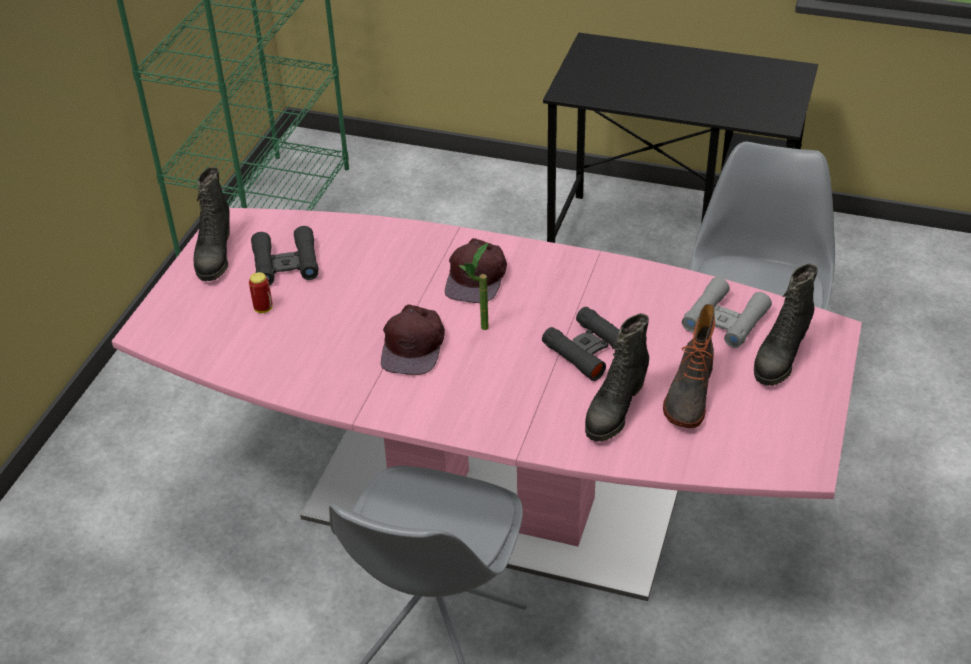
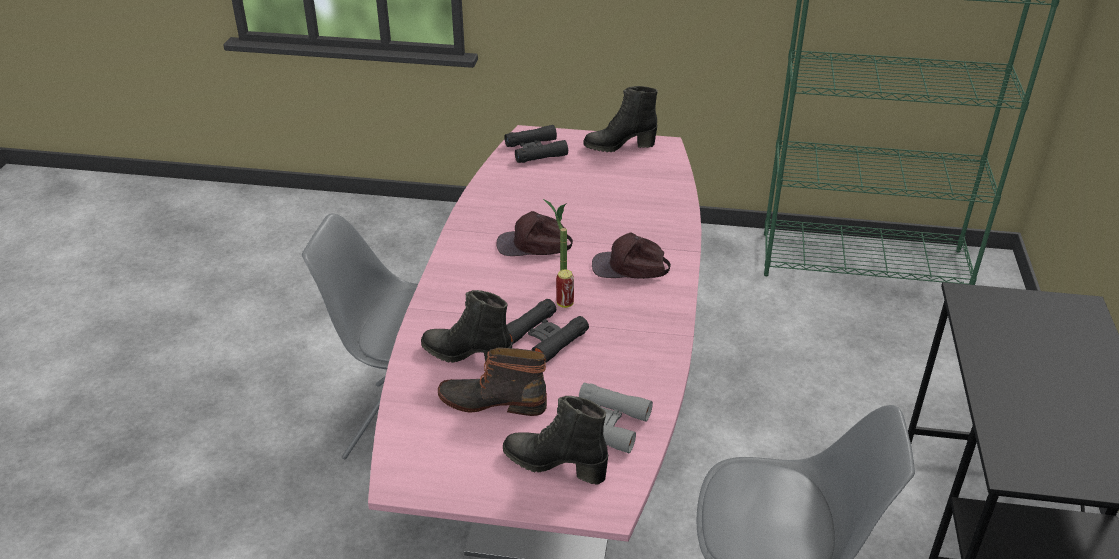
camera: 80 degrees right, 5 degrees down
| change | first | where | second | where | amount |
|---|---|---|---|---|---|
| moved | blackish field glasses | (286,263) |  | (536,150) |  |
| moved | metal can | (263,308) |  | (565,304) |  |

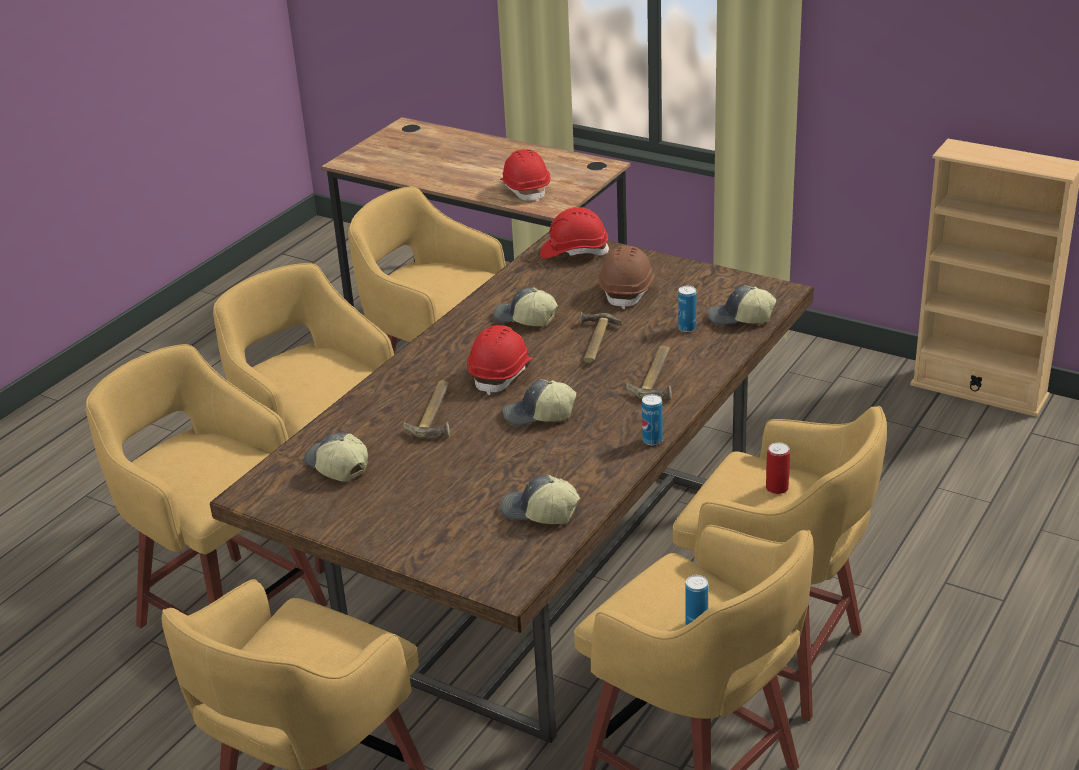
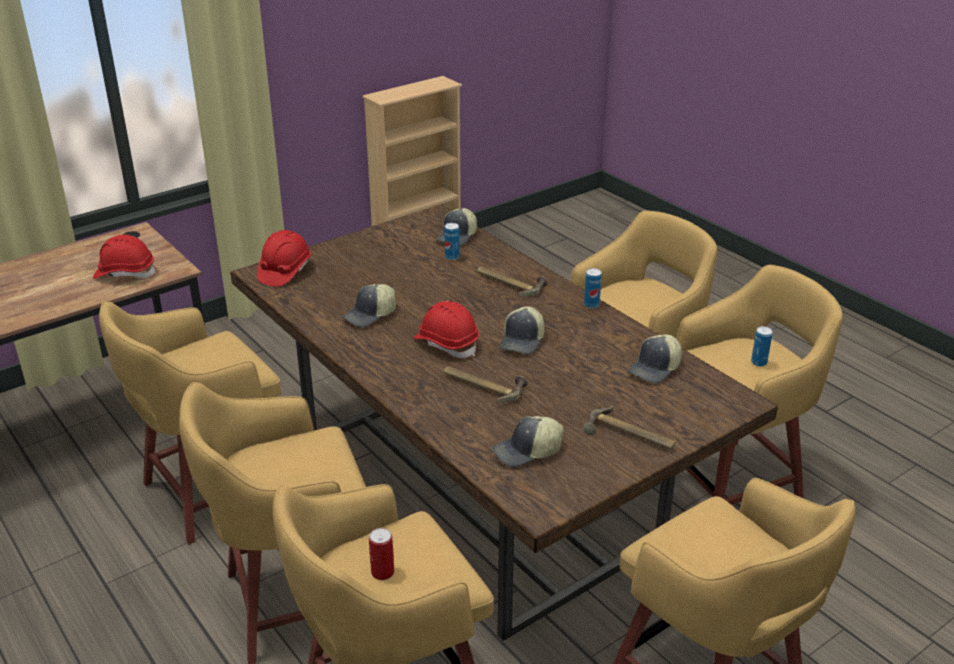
camera: 70 degrees left, 0 degrees up
| change | first | where | second | where | amount |
|---|---|---|---|---|---|
| removed | brown work helmet | (627,291) |  |  |  |
| moved | tool hammer | (593,342) |  | (629,436) |  |
| moved | metal can | (777,488) |  | (382,572) |  |

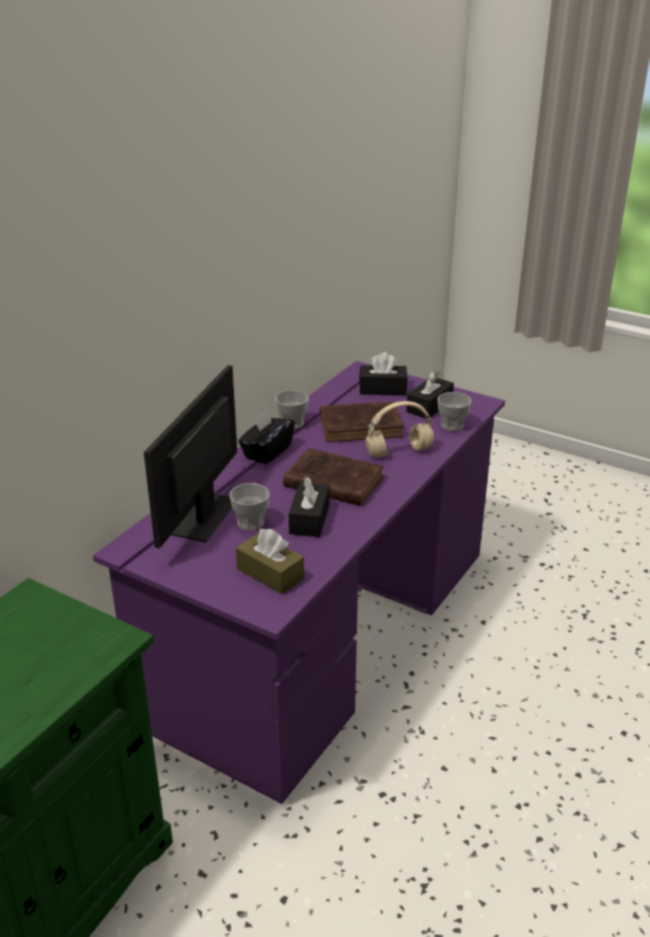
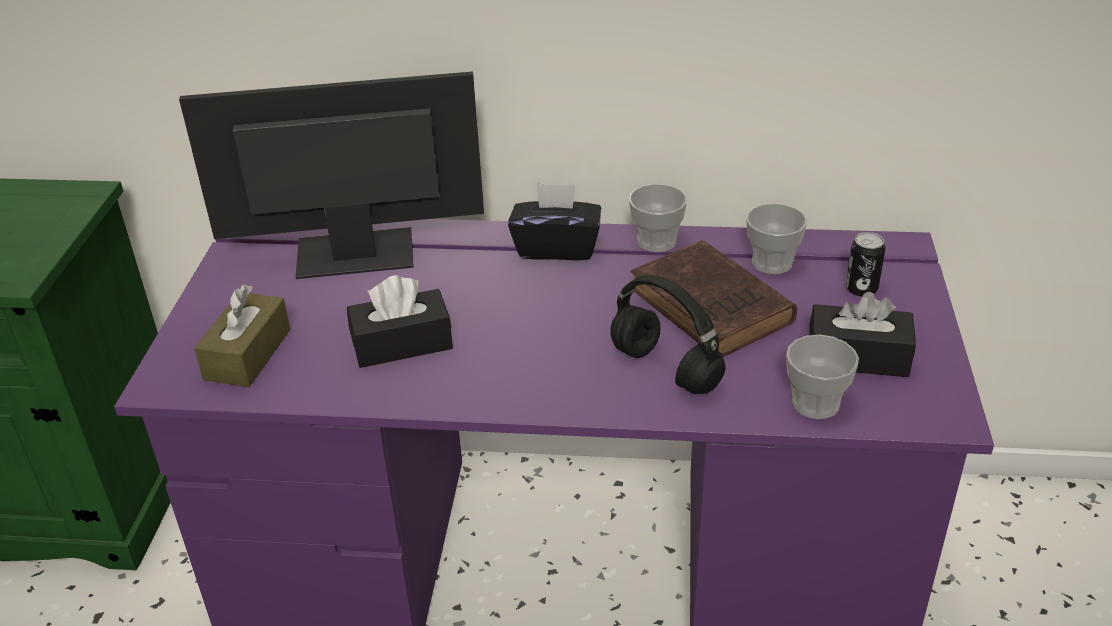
camera: 65 degrees right, 5 degrees up
| change | first | where | second | where | amount |
|---|---|---|---|---|---|
| replaced | blackish tissue box | (382,389) | metal can | (861,288) |  |
| recoloured | beige pair of headphones | (399,451) | blackish pair of headphones | (668,369) |  |
| removed | brown book | (331,482) |  |  |  |
| moved | drinking cup | (251,522) |  | (772,263) |  |

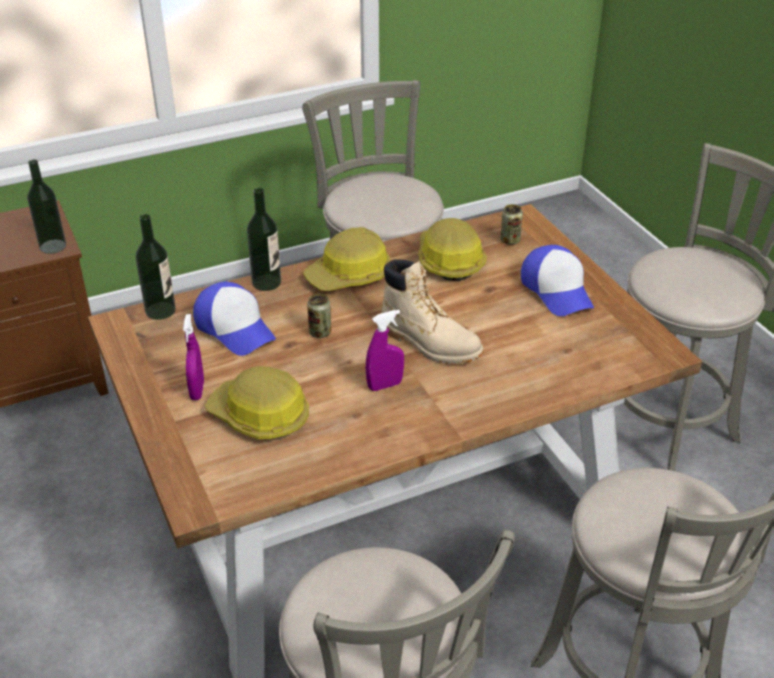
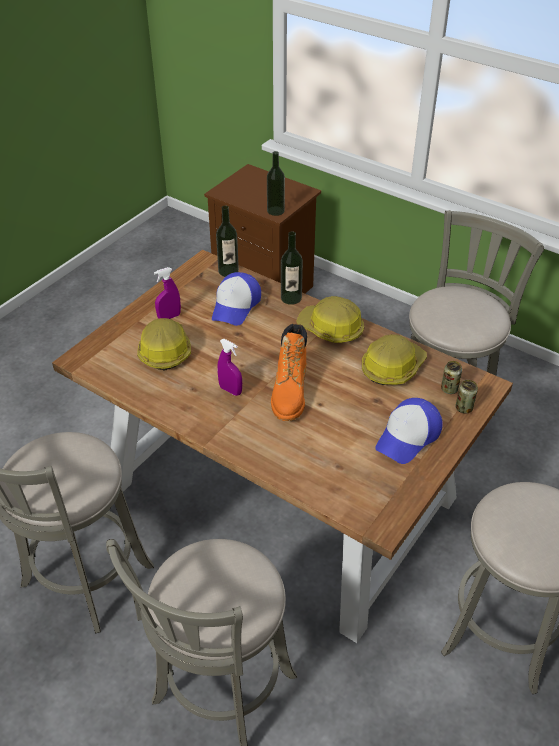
camera: 60 degrees right, 5 degrees up
| change | first | where | second | where | amount |
|---|---|---|---|---|---|
| recoloured | beige boot | (429,343) | orange boot | (290,394) |  |
| moved | metal can | (320,332) |  | (464,408) |  |

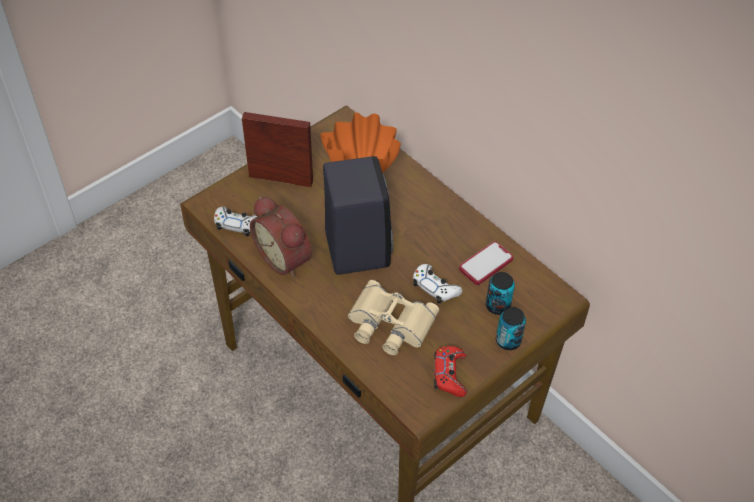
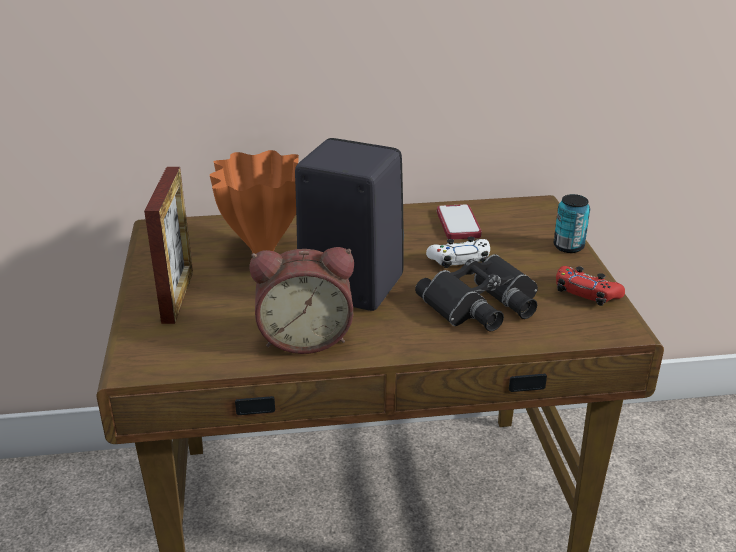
camera: 55 degrees left, 20 degrees down
| change | first | where | second | where | amount |
|---|---|---|---|---|---|
| turned | standing frame | (281,179) |  | (178,296) | 135 degrees clockwise |
| removed | white-coloured game controller | (237,224) |  |  |  |
| removed | metal can | (497,306) |  |  |  |
| recoloured | beige field glasses | (389,324) | blackish field glasses | (483,304) |  |

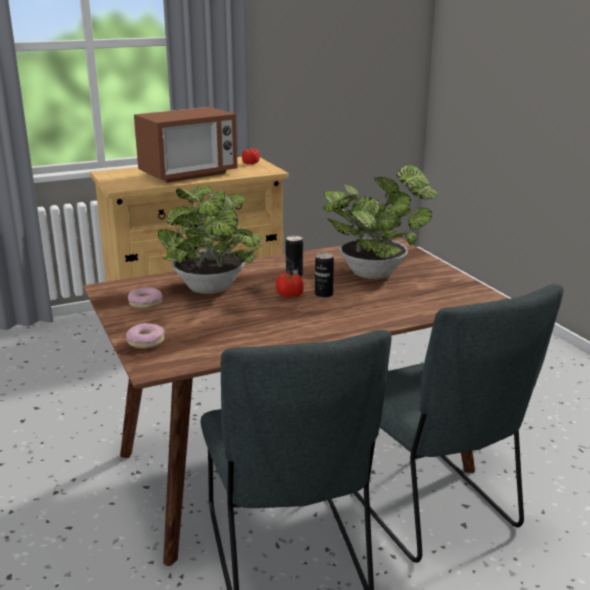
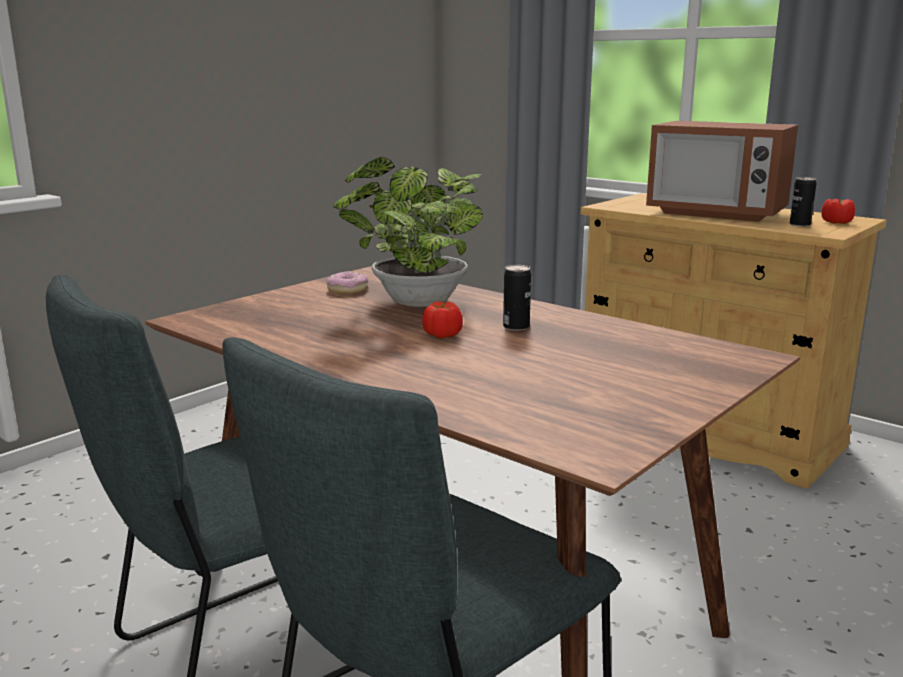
camera: 65 degrees right, 5 degrees down
| change | first | where | second | where | amount |
|---|---|---|---|---|---|
| removed | potted plant | (376,273) |  |  |  |
| moved | metal can | (323,294) |  | (800,224) |  |
| removed | ring doughnut | (146,342) |  |  |  |

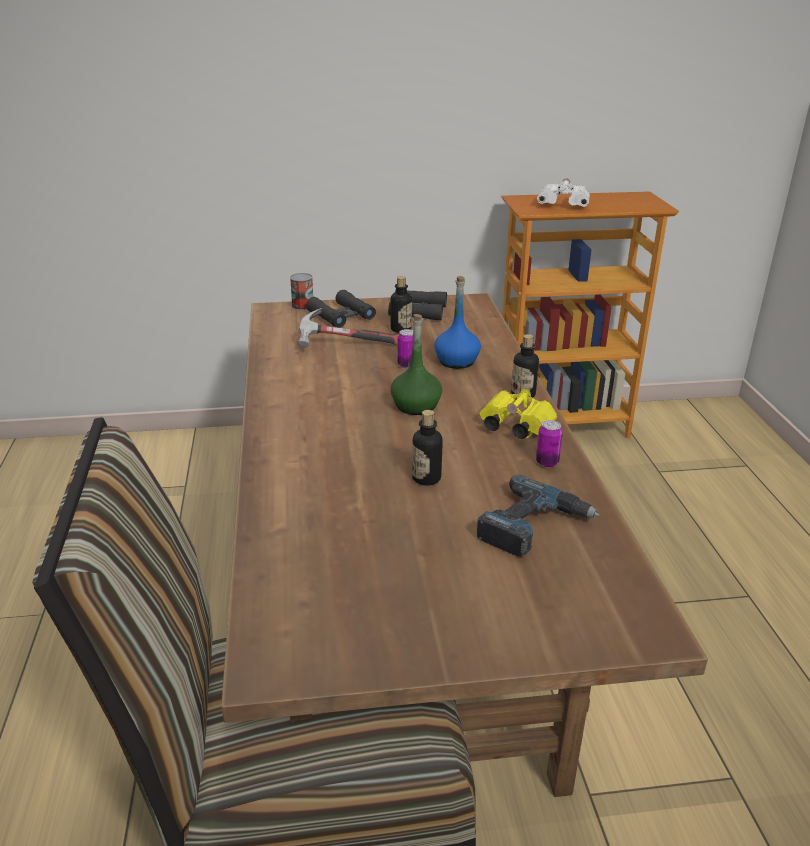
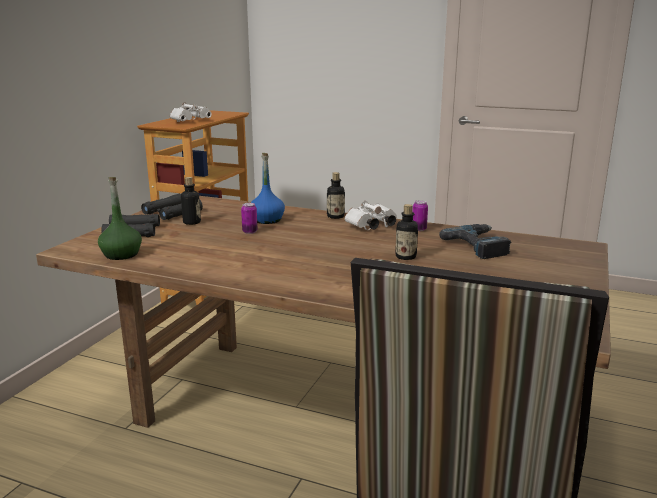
camera: 60 degrees left, 10 degrees down
| change | first | where | second | where | amount |
|---|---|---|---|---|---|
| removed | metal can | (303,306) |  |  |  |
| removed | tool hammer | (348,345) |  |  |  |
| moved | green beverage bottle | (416,406) |  | (121,254) |  |
| recoloured | yellowish field glasses | (513,427) | white-coloured field glasses | (370,226) |  |

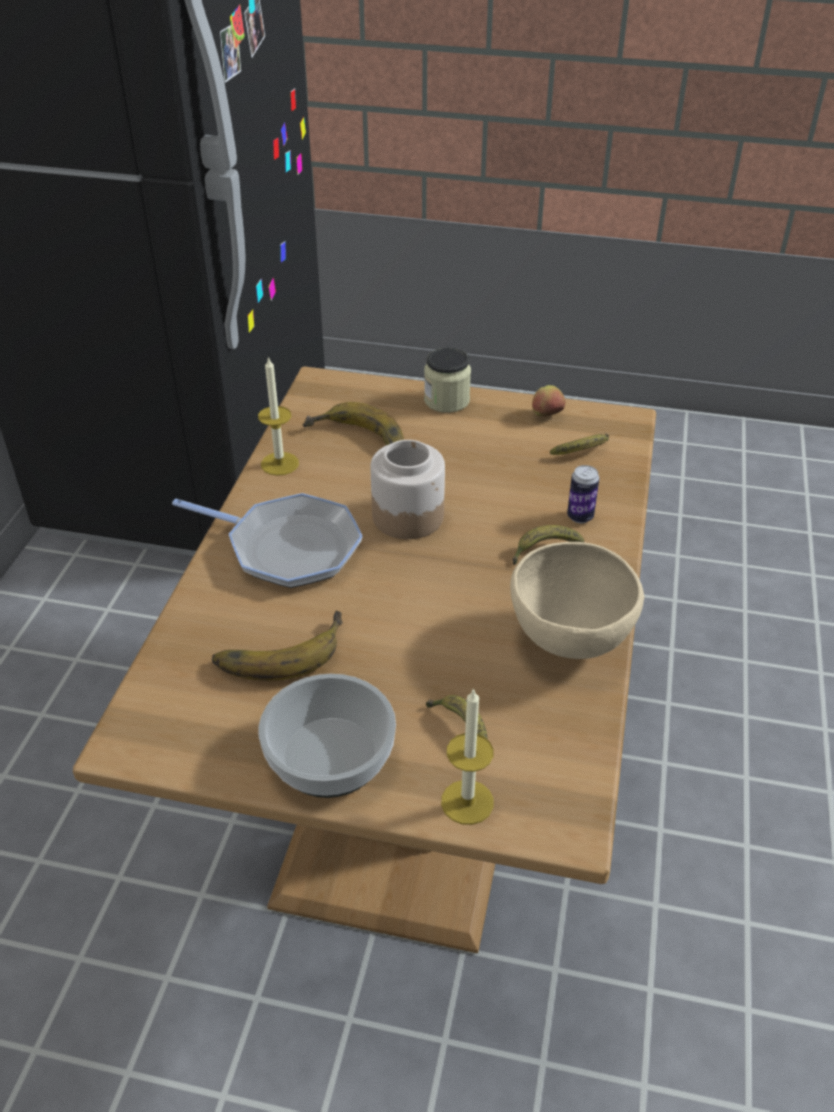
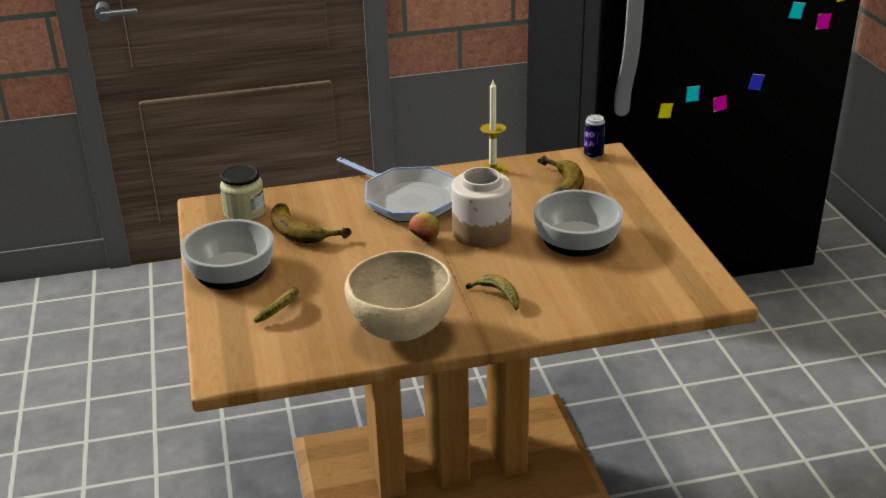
camera: 65 degrees right, 10 degrees down
| change | first | where | second | where | amount |
|---|---|---|---|---|---|
| moved | preserve jar | (446,400) |  | (244,212) |  |
| moved | apple | (547,416) |  | (425,240) |  |
| removed | whole banana | (583,452) |  |  |  |
| moved | metal can | (580,517) |  | (593,155) |  |
| turned | skillet | (288,547) |  | (407,200) | 45 degrees counterclockwise |
| removed | candle | (467,802) |  |  |  |
| added |  |  | deep dish | (577,239) |  |

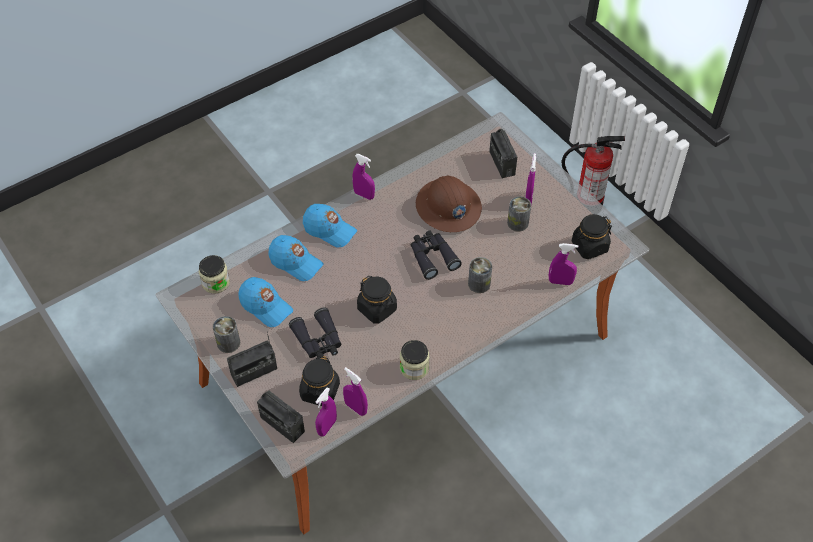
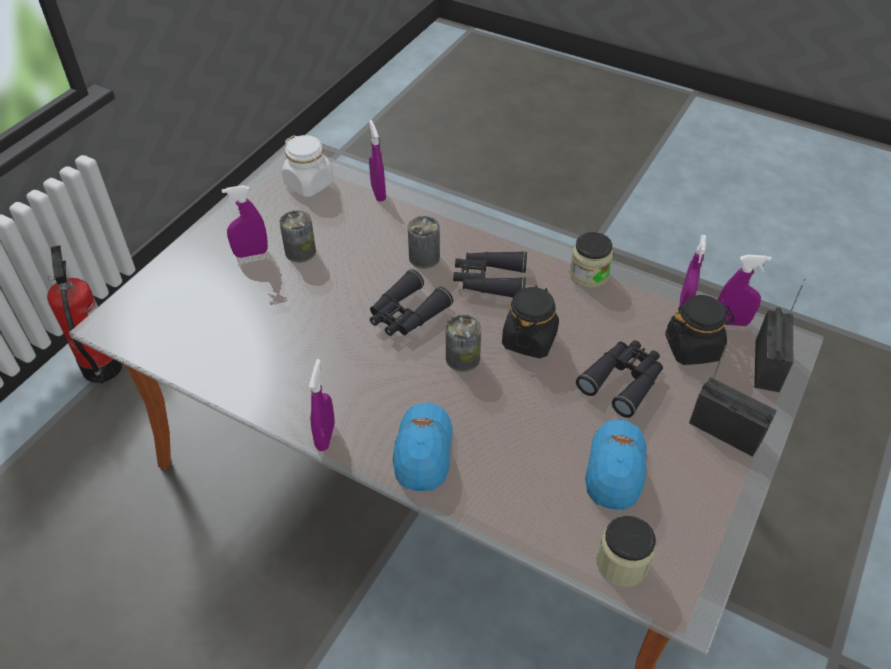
camera: 115 degrees left, 5 degrees down
| change | first | where | second | where | amount |
|---|---|---|---|---|---|
| removed | radio receiver | (501,163) |  |  |  |
| removed | brown work helmet | (448,207) |  |  |  |
| recoloured | blackish preserve jar | (589,246) | white-coloured preserve jar | (309,184) |  |
| removed | blue peaked cap | (295,263) |  |  |  |
| moved | metal can | (228,343) |  | (462,358) |  |
| added |  |  | blackish field glasses | (489,280) |  |

